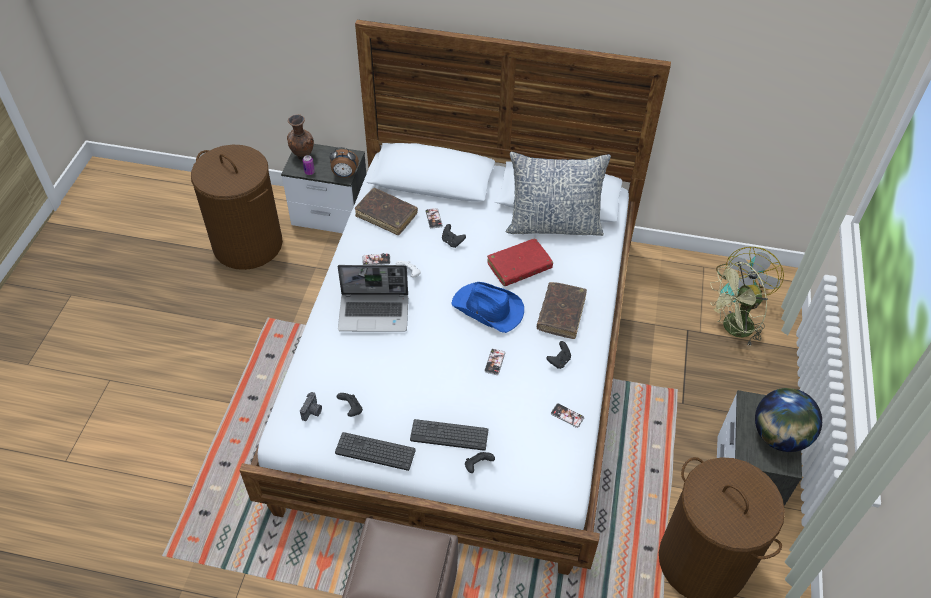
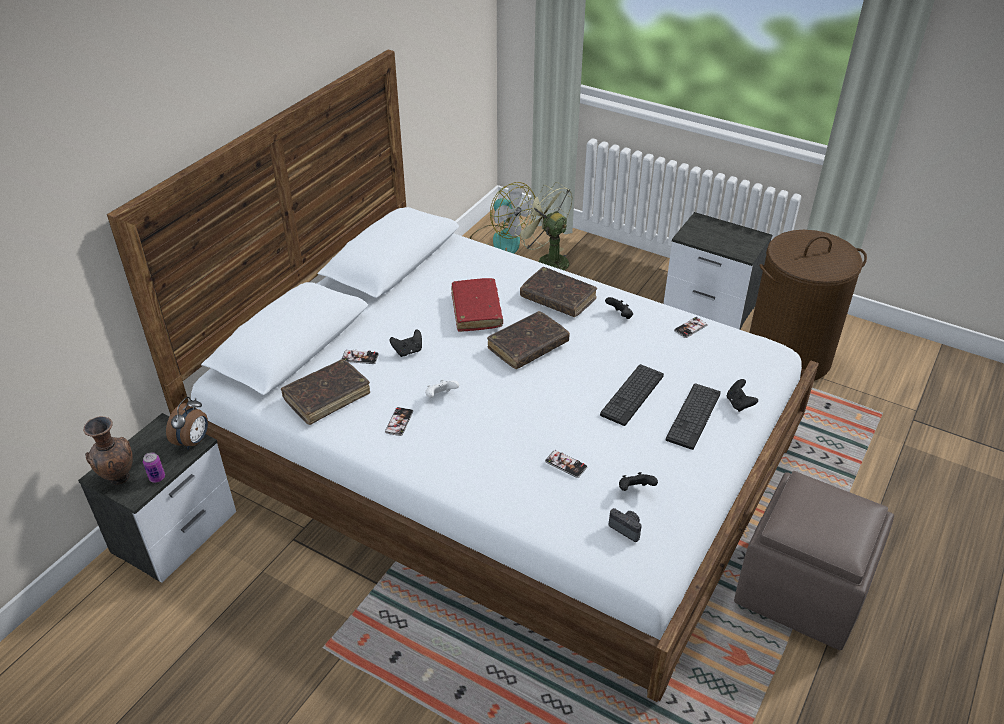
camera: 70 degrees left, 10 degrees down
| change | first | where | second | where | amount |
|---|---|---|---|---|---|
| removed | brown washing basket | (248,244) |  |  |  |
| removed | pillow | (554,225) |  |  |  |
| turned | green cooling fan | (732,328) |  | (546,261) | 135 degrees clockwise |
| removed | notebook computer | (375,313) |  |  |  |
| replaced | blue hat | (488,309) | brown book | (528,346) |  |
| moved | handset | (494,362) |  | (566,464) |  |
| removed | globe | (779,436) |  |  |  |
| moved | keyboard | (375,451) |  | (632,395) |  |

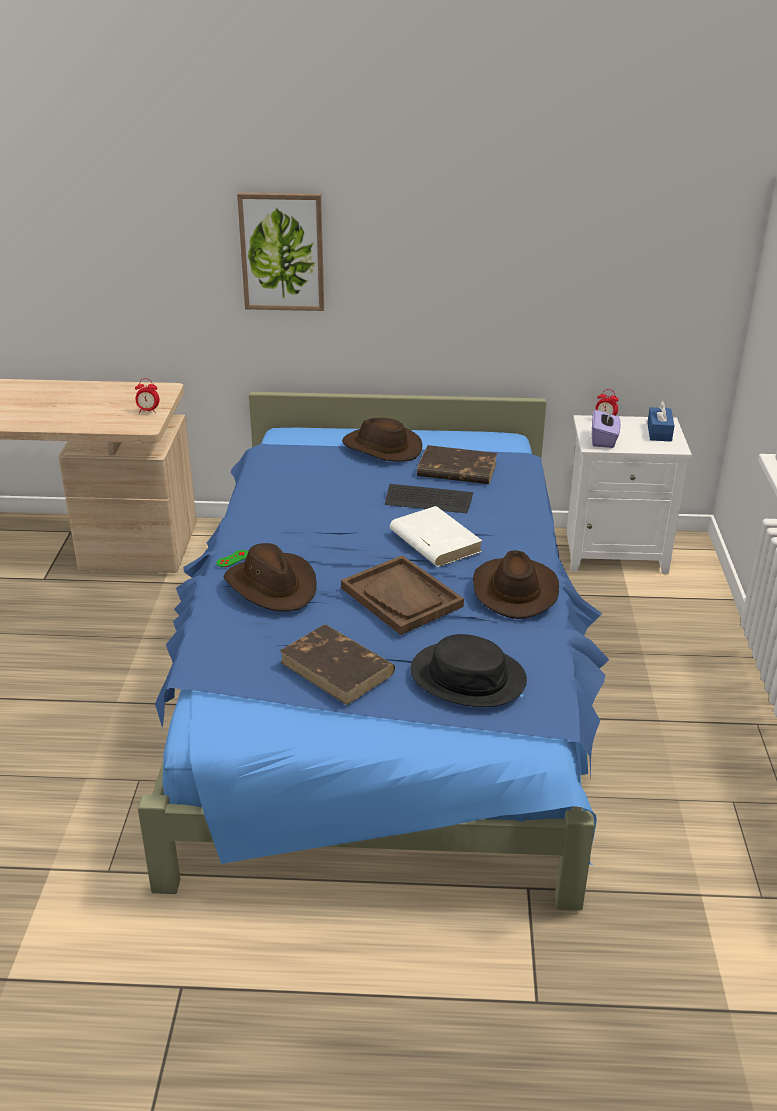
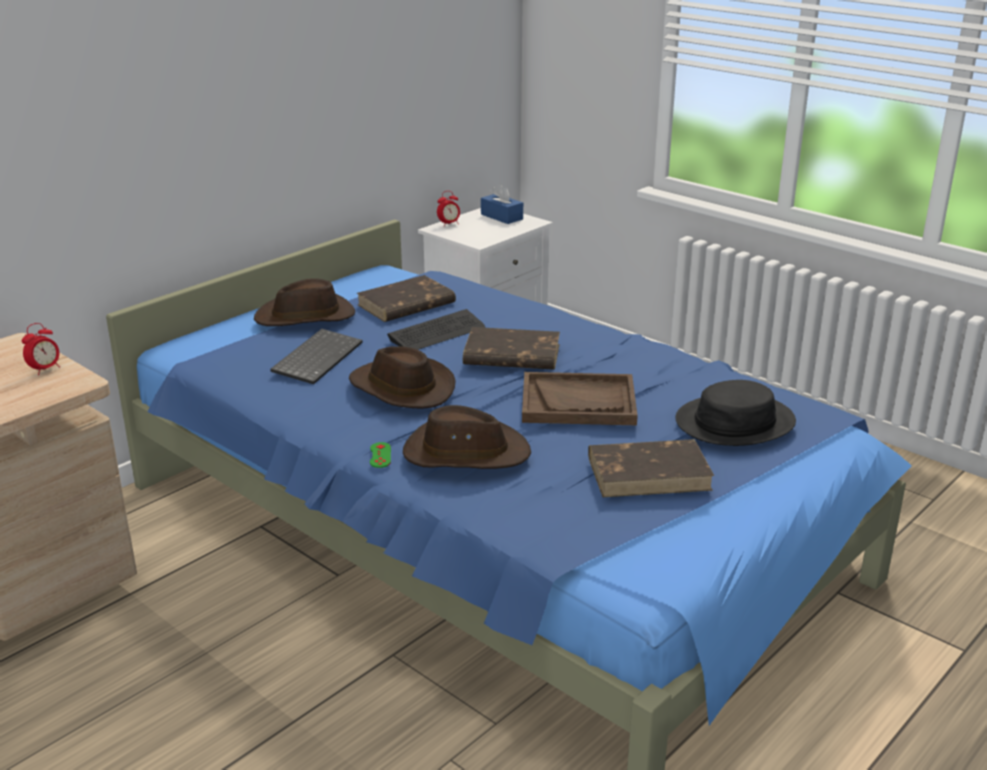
camera: 50 degrees left, 5 degrees down
| change | first | where | second | where | amount |
|---|---|---|---|---|---|
| removed | wall picture | (282,252) |  |  |  |
| removed | purple tissue box | (604,440) |  |  |  |
| recoloured | white-coloured book | (434,541) | brown book | (511,355) |  |
| moved | brown hat | (514,590) |  | (400,388) |  |
| added |  |  | keyboard | (317,358) |  |

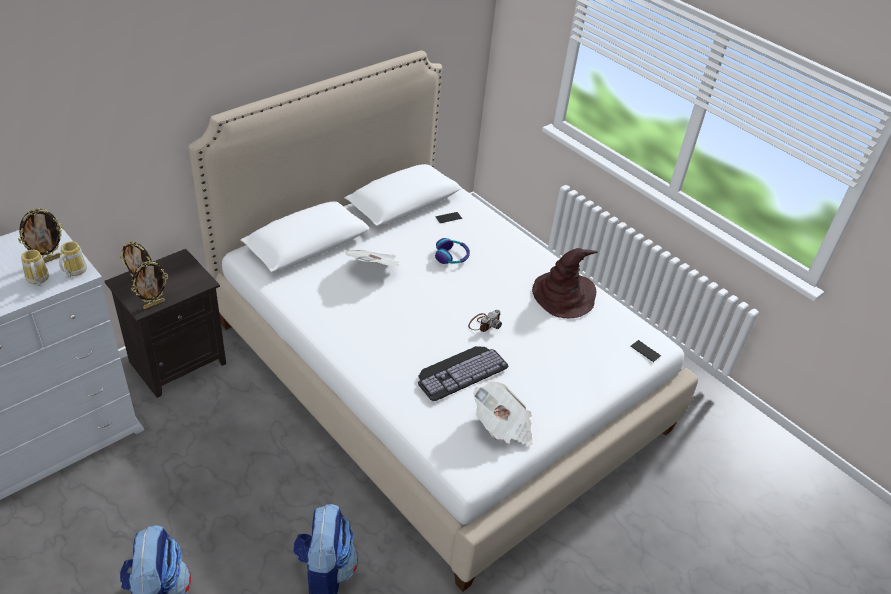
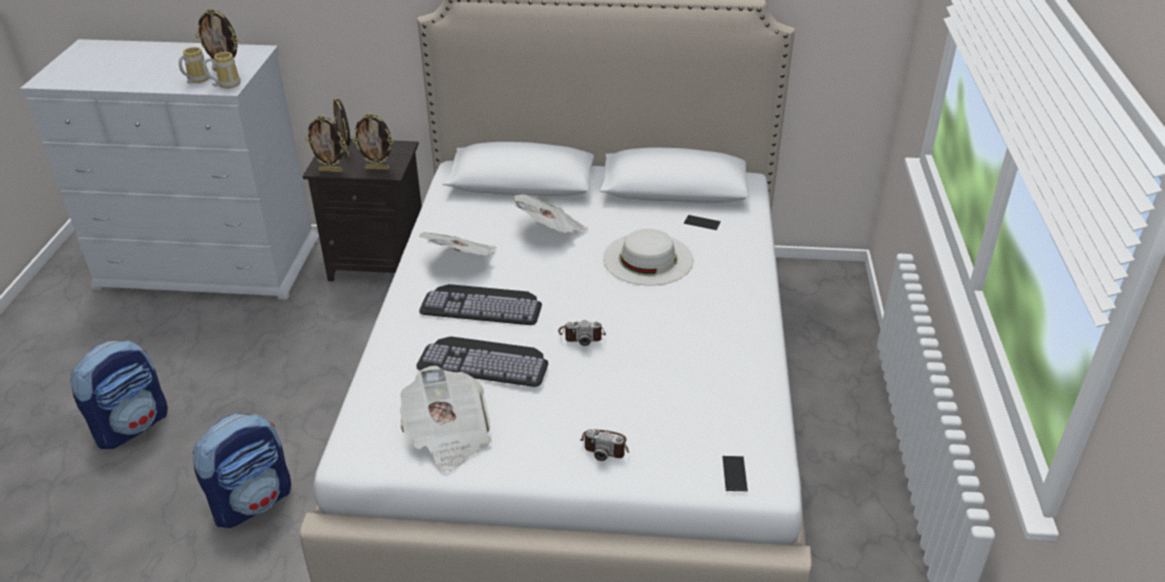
camera: 50 degrees right, 5 degrees down
| change | first | where | second | where | amount |
|---|---|---|---|---|---|
| replaced | pair of headphones | (452,256) | white-coloured hat | (648,259) |  |
| removed | brown hat | (563,295) |  |  |  |
| added |  |  | standing frame | (377,168) |  |
| added |  |  | daily paper | (462,260) |  |
| added |  |  | keyboard | (483,304) |  |
| added |  |  | photo camera | (605,446) |  |

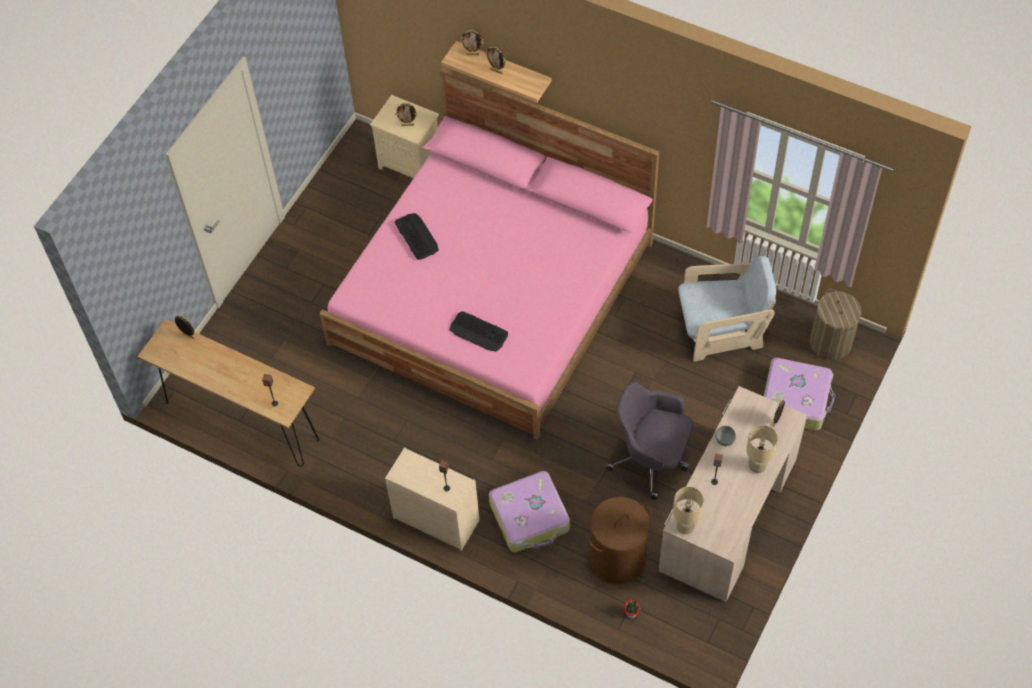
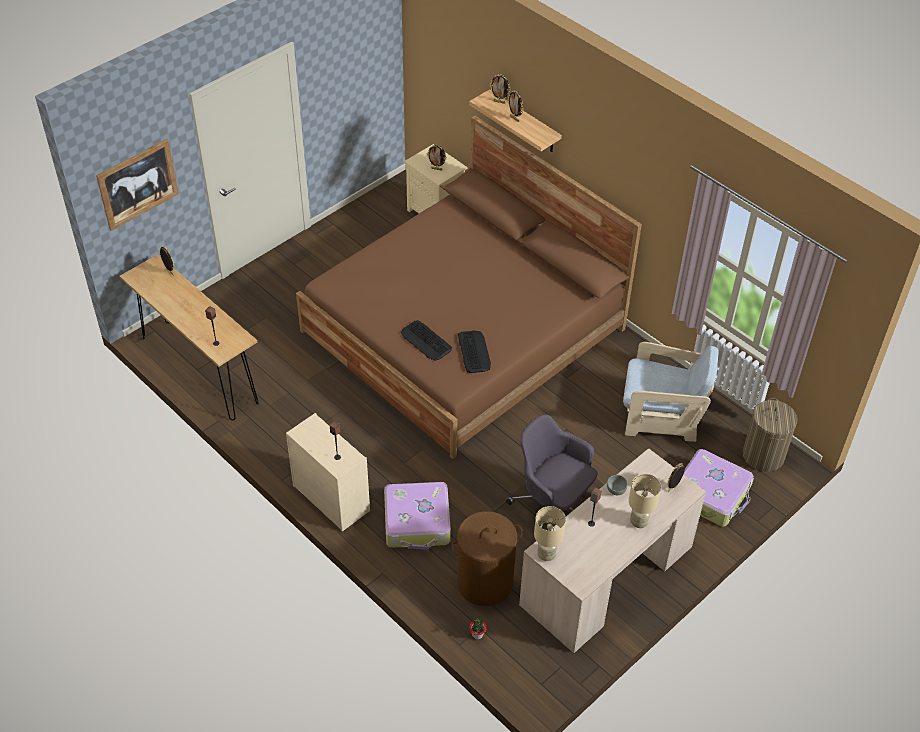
camera: 15 degrees right, 10 degrees down
| change | first | where | second | where | amount |
|---|---|---|---|---|---|
| recoloured | pinkish bedroom bed | (493,292) | brown bedroom bed | (464,330) |  |
| moved | keyboard | (416,236) |  | (474,352) |  |
| added |  |  | wall picture | (138,184) |  |

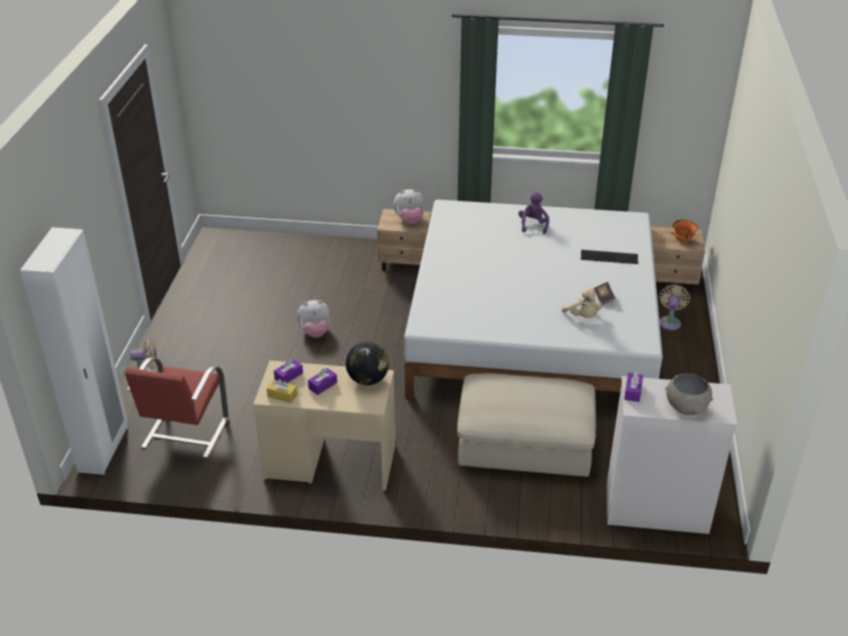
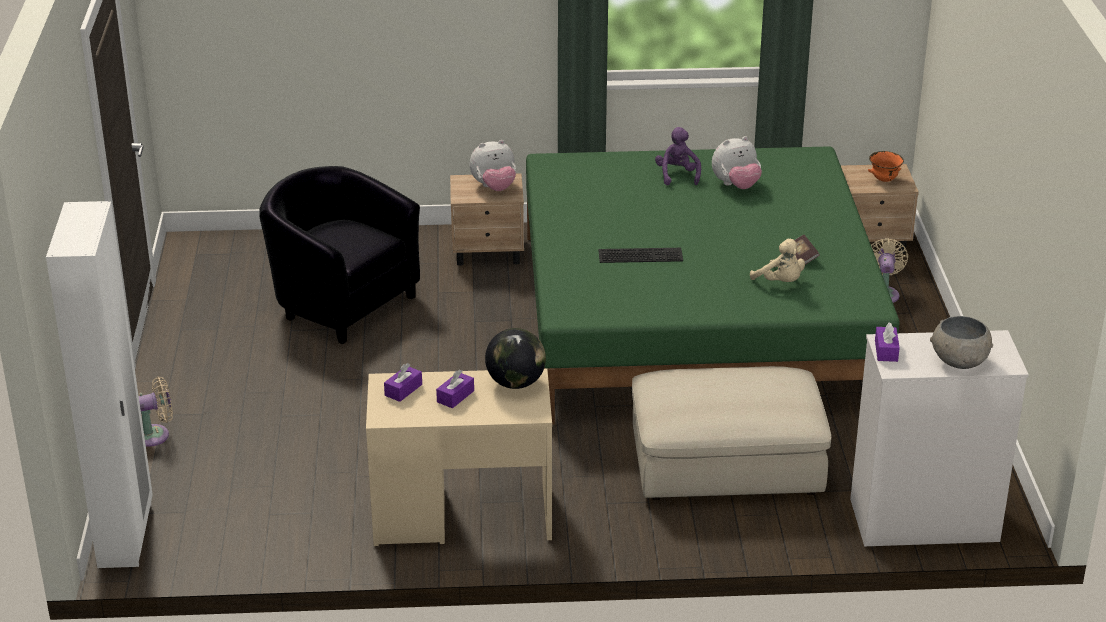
camera: 10 degrees left, 5 degrees down
| change | first | where | second | where | amount |
|---|---|---|---|---|---|
| recoloured | white-coloured bedroom bed | (532,328) | green bedroom bed | (696,319) |  |
| moved | keyboard | (609,256) |  | (641,254) |  |
| moved | plush toy | (315,332) |  | (736,185) |  |
| removed | red-coloured upright chair | (184,434) |  |  |  |
| removed | yellowish tissue box | (282,395) |  |  |  |
| added |  |  | blackish easy chair | (340,303) |  |

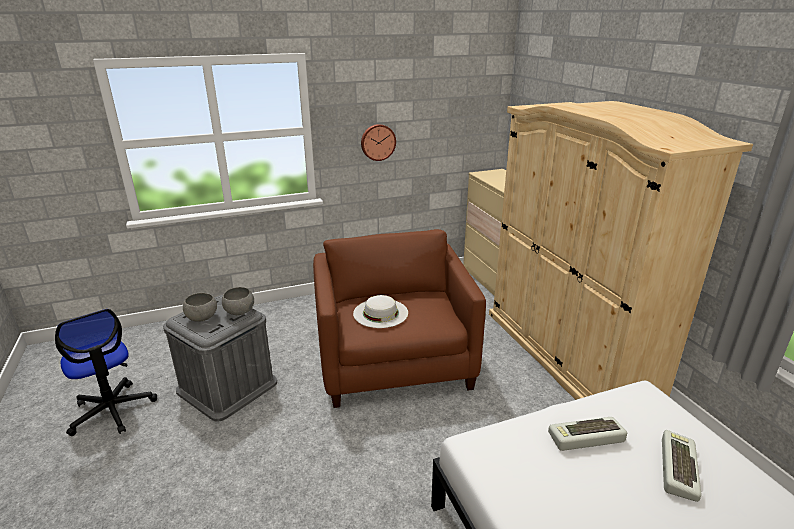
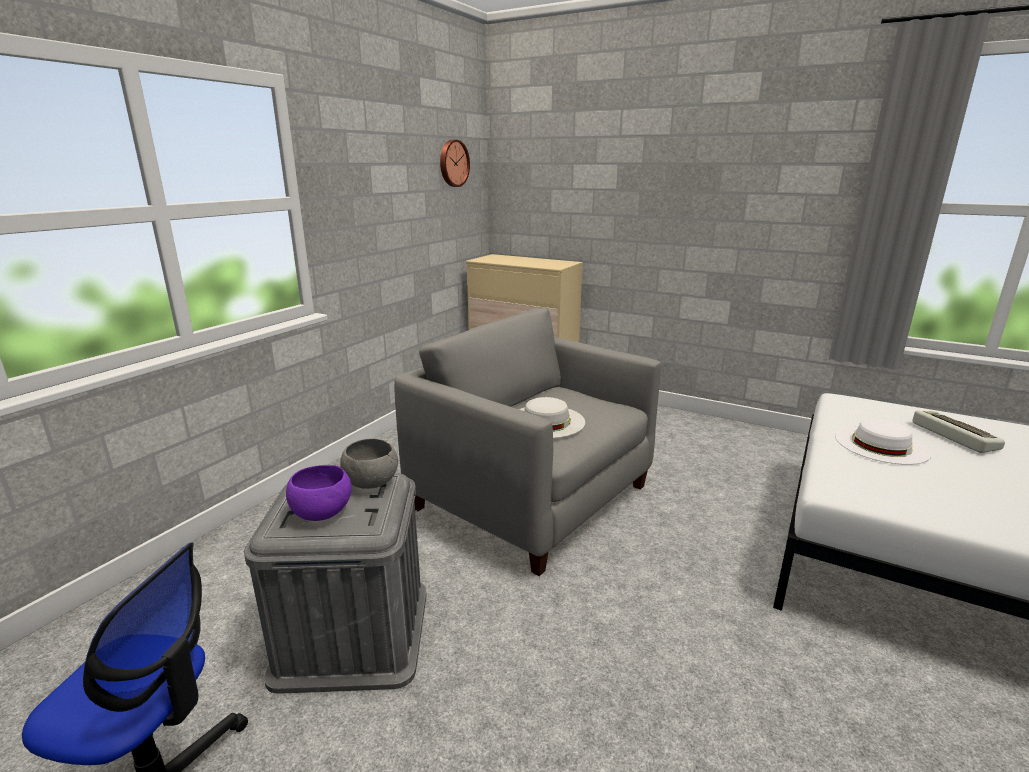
camera: 40 degrees left, 5 degrees down
| change | first | where | second | where | amount |
|---|---|---|---|---|---|
| removed | beige wardrobe | (568,354) |  |  |  |
| moved | hanging clock | (377,142) |  | (453,163) |  |
| recoloured | brown easy chair | (394,362) | gray easy chair | (533,497) |  |
| recoloured | gray deep dish | (202,318) | purple deep dish | (322,513) |  |
| replaced | keyboard | (586,438) | white-coloured hat | (881,444) |  |

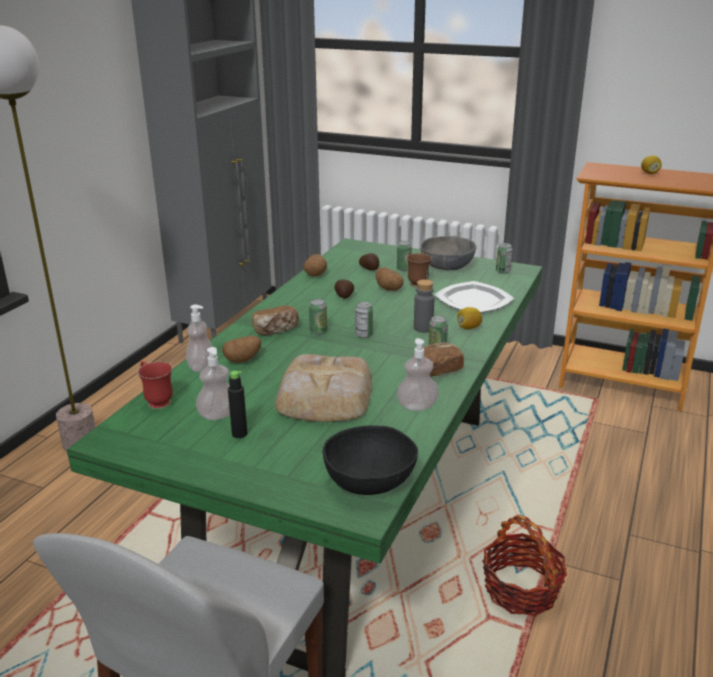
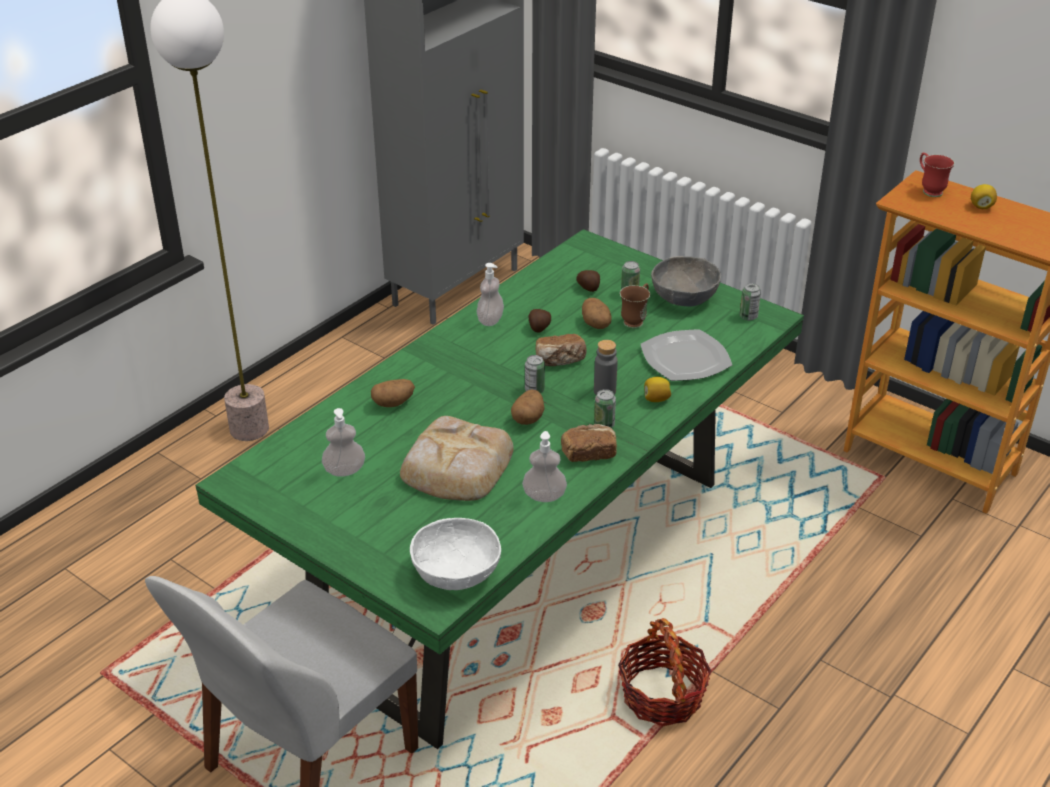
camera: 15 degrees right, 10 degrees up
| change | first | where | second | where | amount |
|---|---|---|---|---|---|
| moved | whole potato | (315,274) |  | (528,418) |  |
| removed | metal can | (318,331) |  |  |  |
| moved | soap bottle | (201,367) |  | (490,320) |  |
| moved | baked bread | (276,330) |  | (560,361) |  |
| moved | red-coloured coffee mug | (156,401) |  | (929,190) |  |
| removed | blackish beverage bottle | (239,434) |  |  |  |
| recoloured | blackish deep dish | (370,481) | white-coloured deep dish | (456,573) |  |

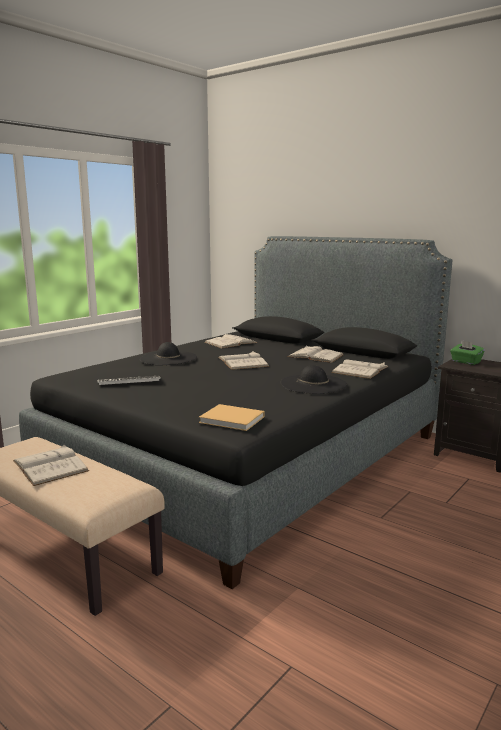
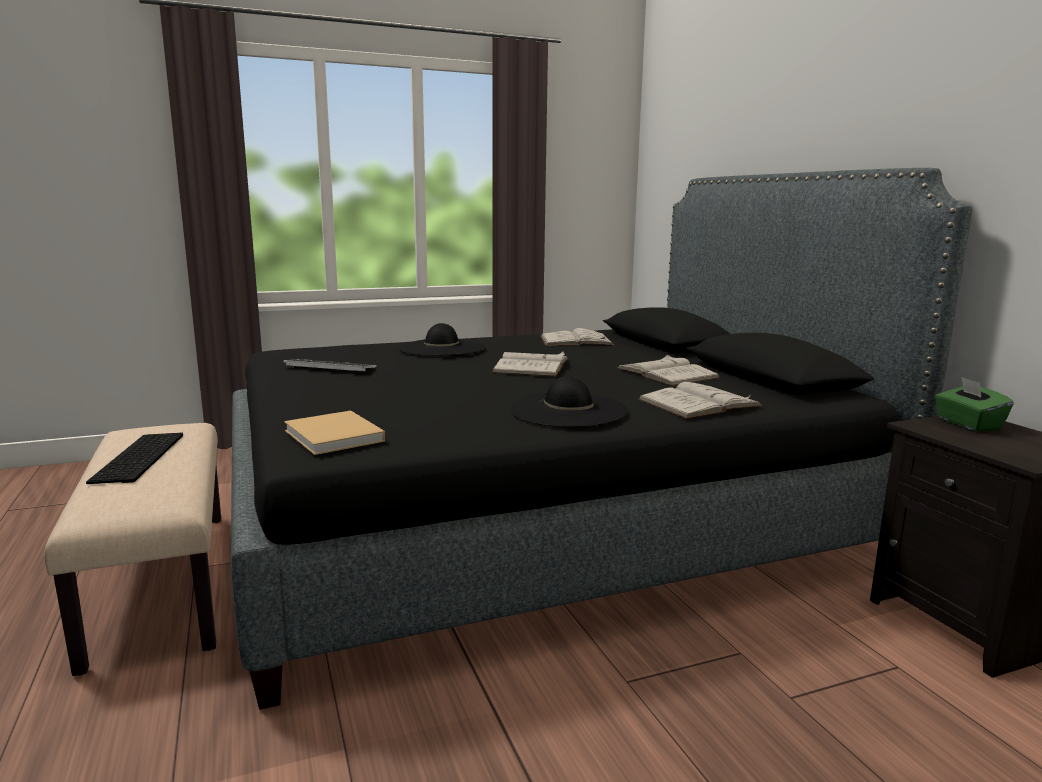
camera: 30 degrees right, 0 degrees up
| change | first | where | second | where | amount |
|---|---|---|---|---|---|
| replaced | white-coloured book | (50,466) | keyboard | (141,458) |  |

